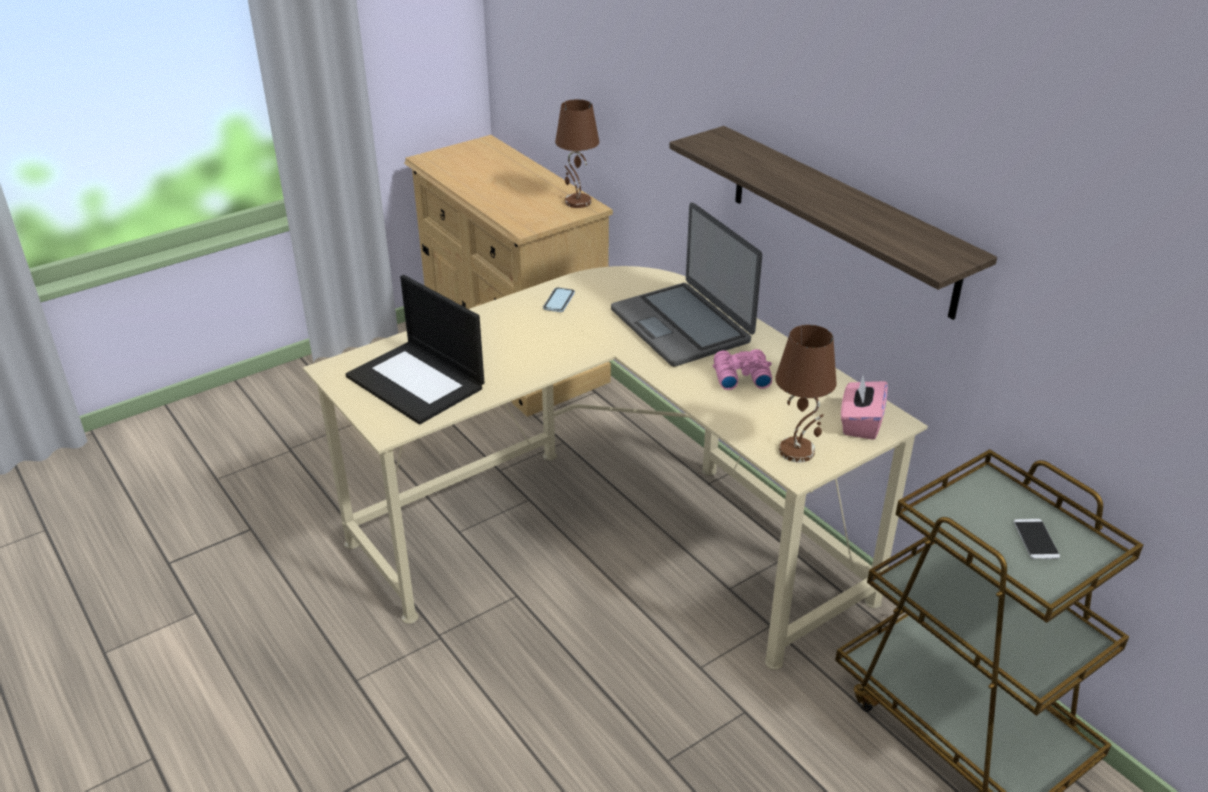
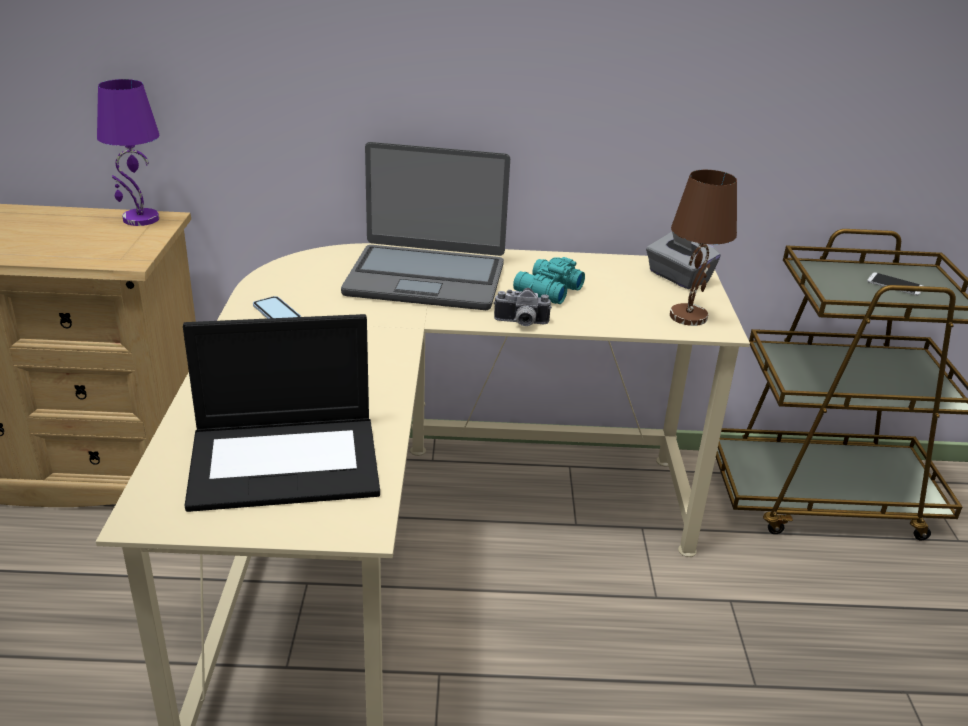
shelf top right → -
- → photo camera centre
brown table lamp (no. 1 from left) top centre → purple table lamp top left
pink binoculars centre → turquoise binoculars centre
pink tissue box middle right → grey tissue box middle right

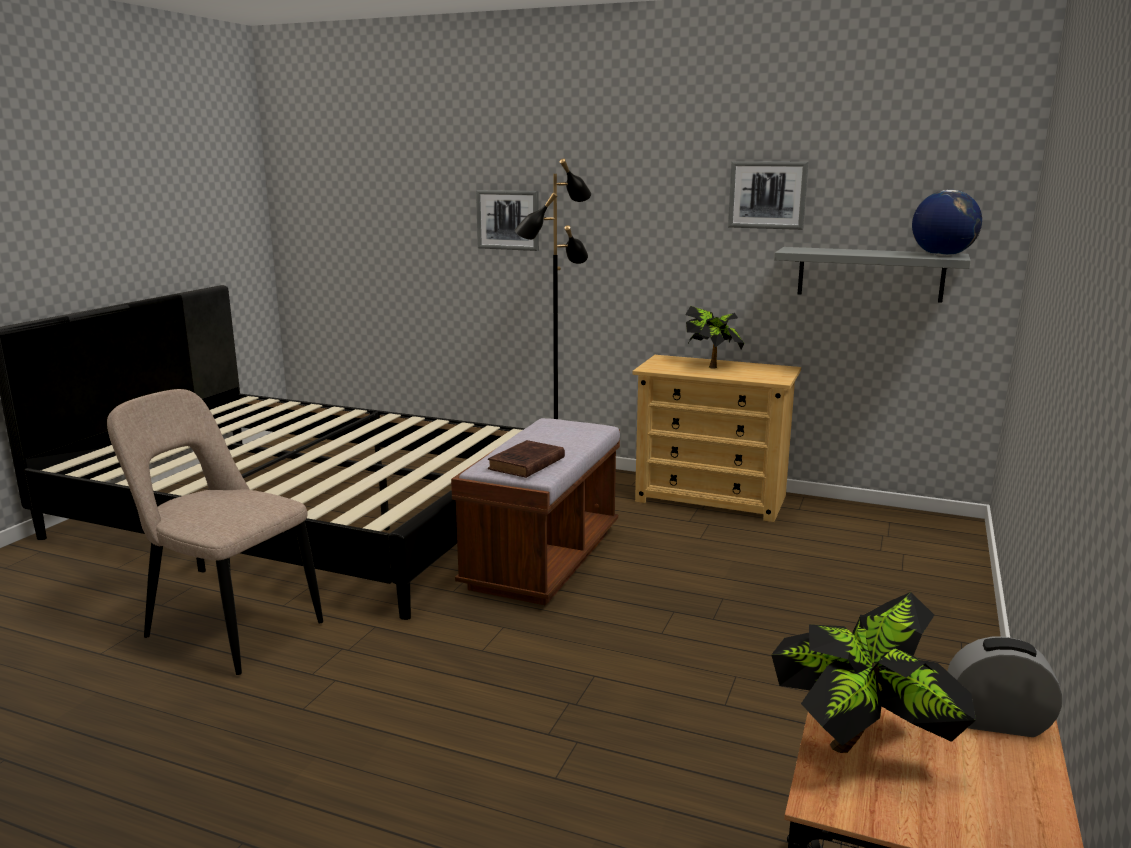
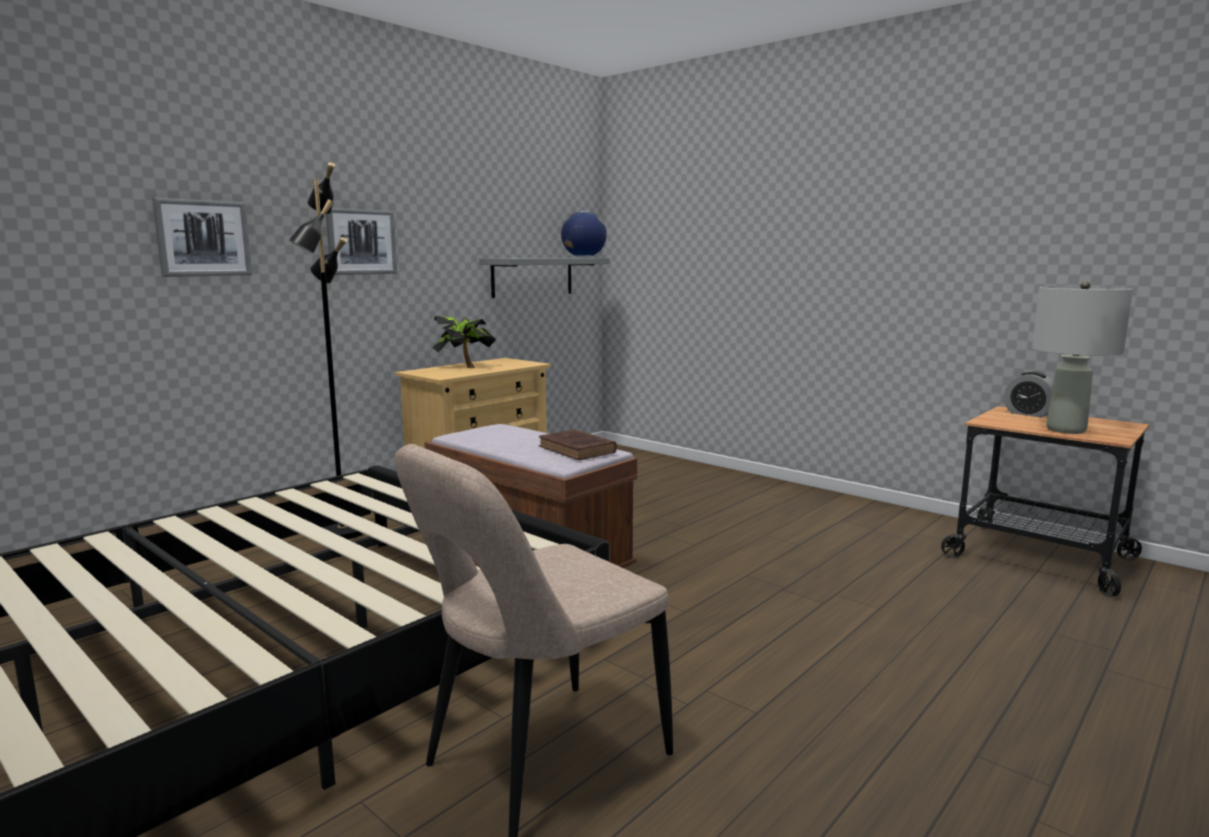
picture (no. 2 from left) top right → picture (no. 2 from left) top left, relocated
potted plant (no. 2 from left) bottom right → grey table lamp middle right
alarm clock bottom right → alarm clock middle right, 75 degrees counterclockwise

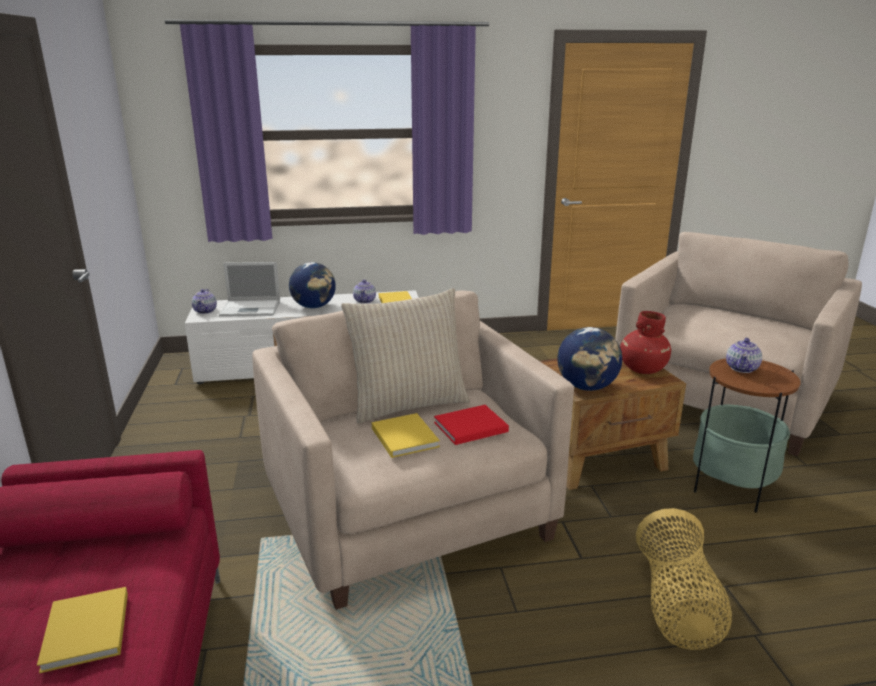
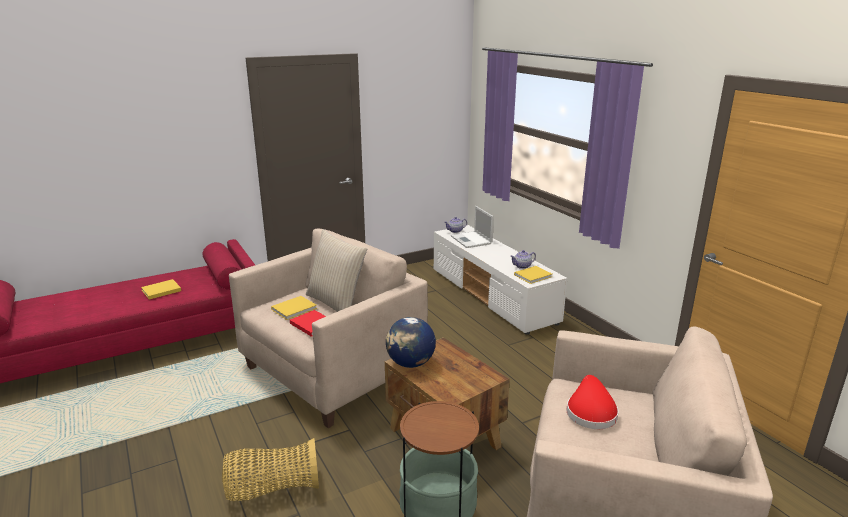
globe (no. 1 from left) centre → -
red vase middle right → -
teapot (no. 3 from left) middle right → -
- → red hat bottom right

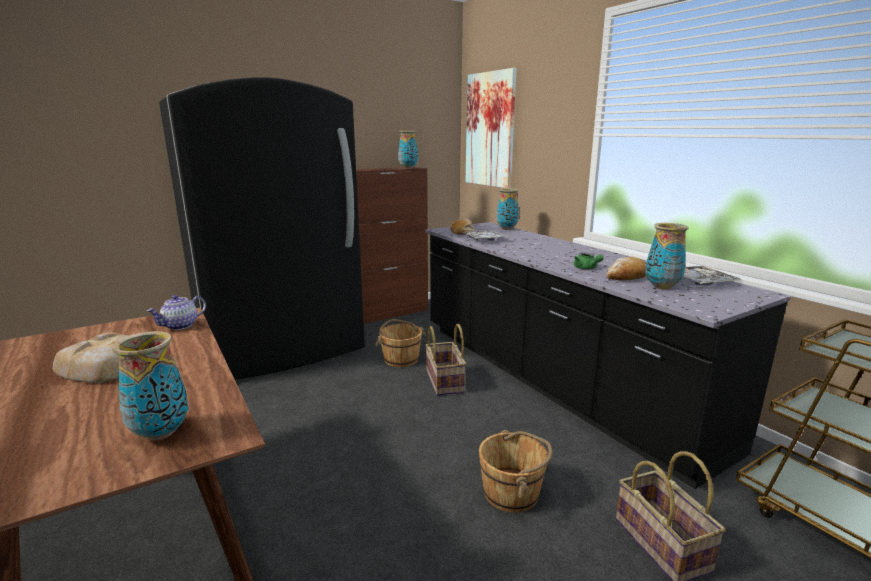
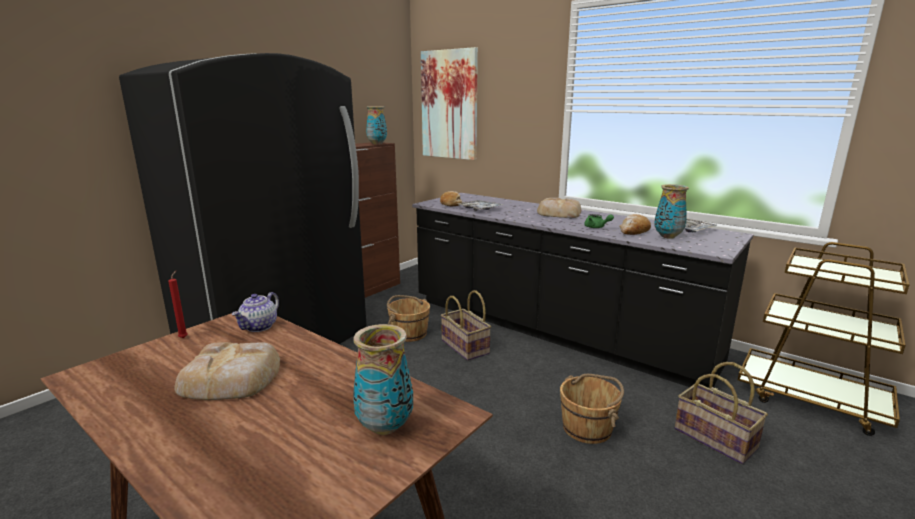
vase (no. 3 from left) centre → -
- → red candle middle left
- → bread (no. 3 from left) centre

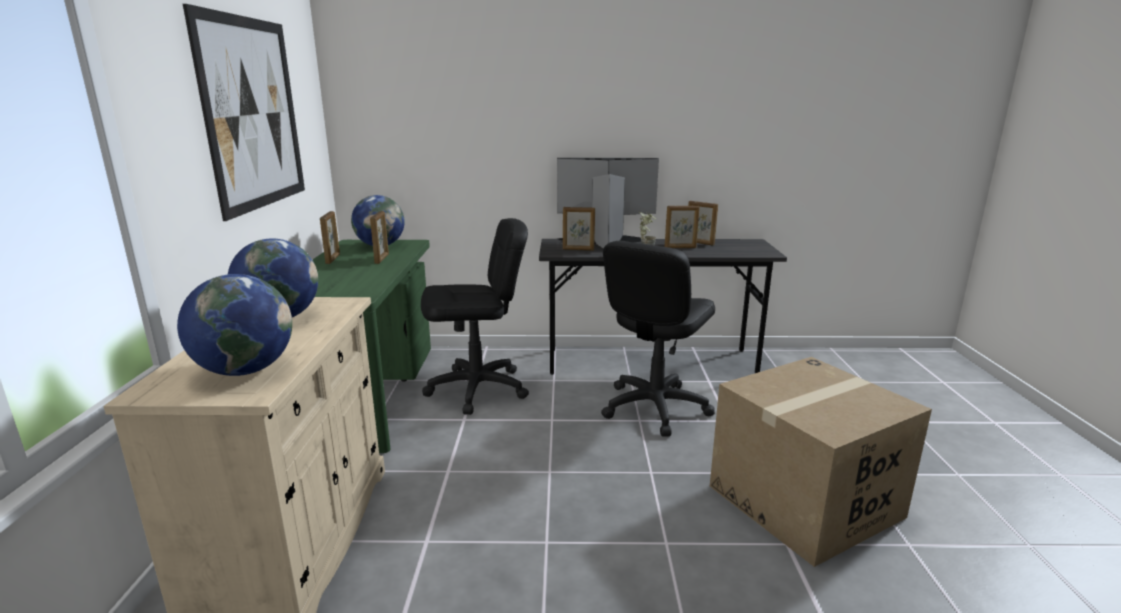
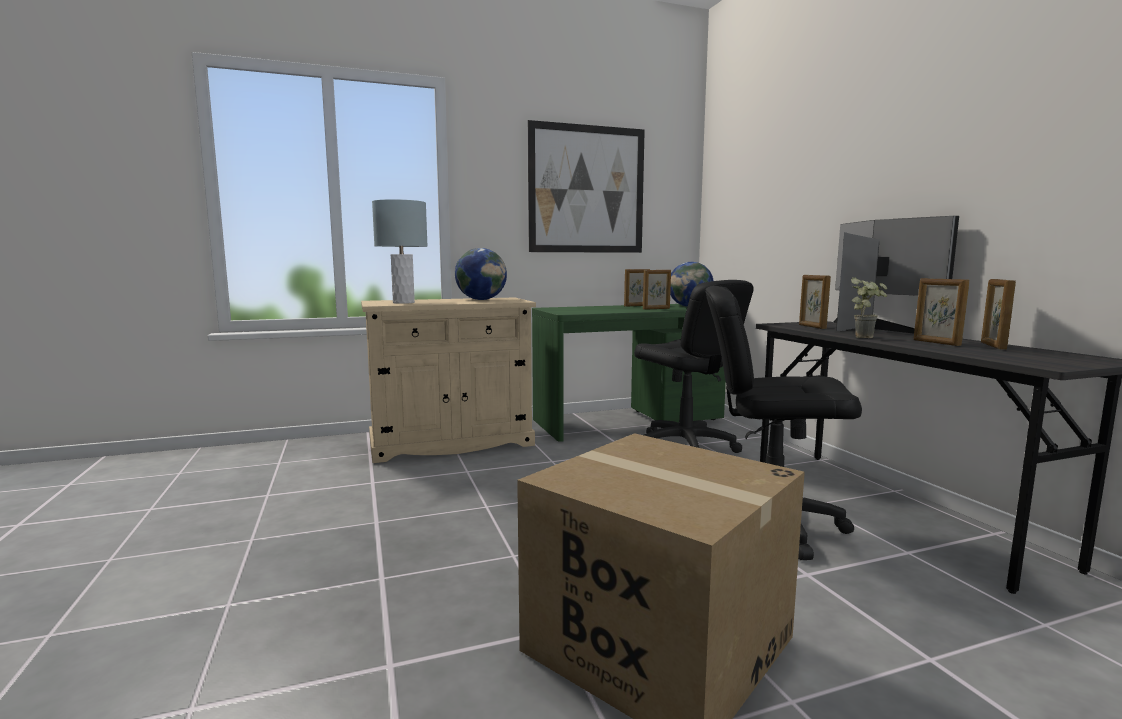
globe (no. 1 from left) middle left → grey table lamp centre

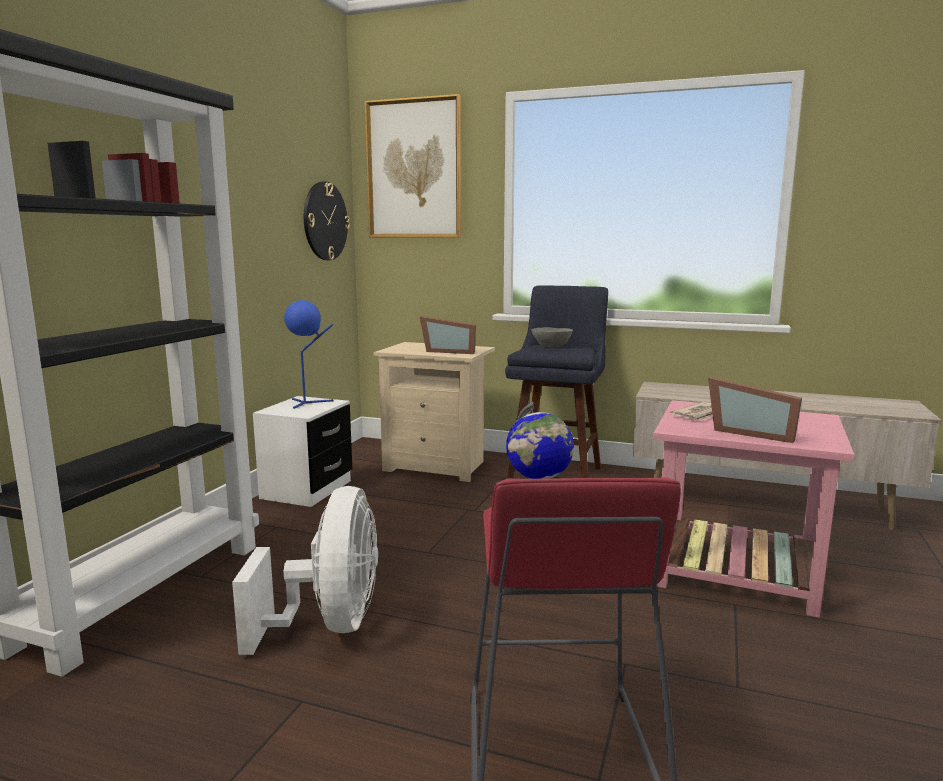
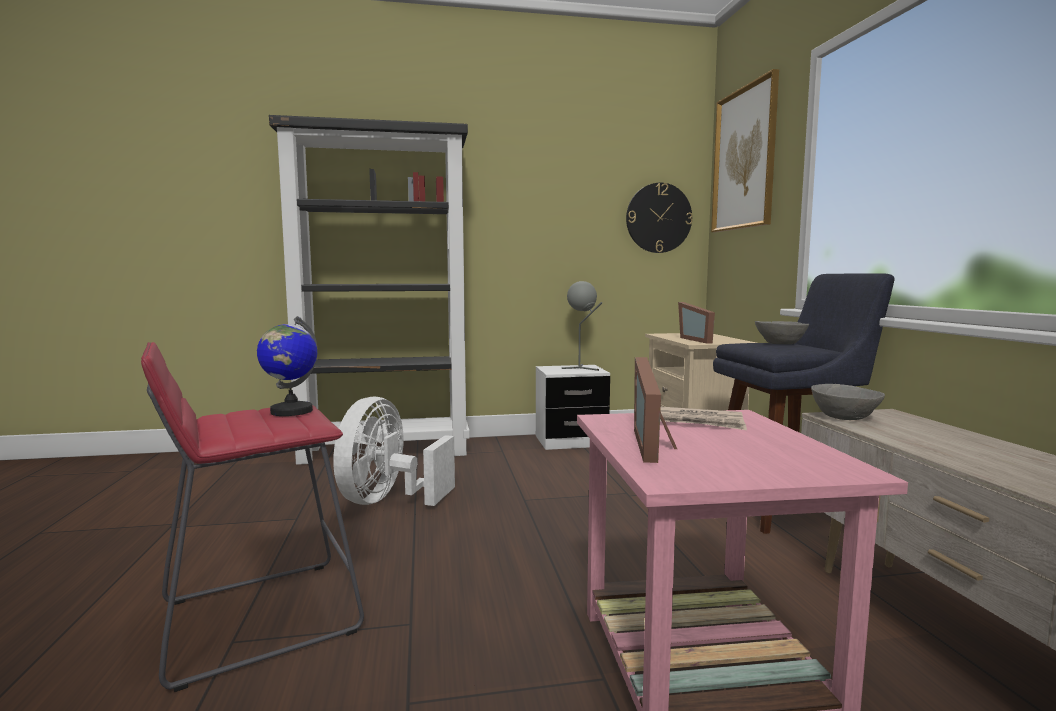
- → grey bowl (no. 2 from left) middle right
blue table lamp middle left → grey table lamp centre
white fan bottom left → white fan centre, 135 degrees clockwise

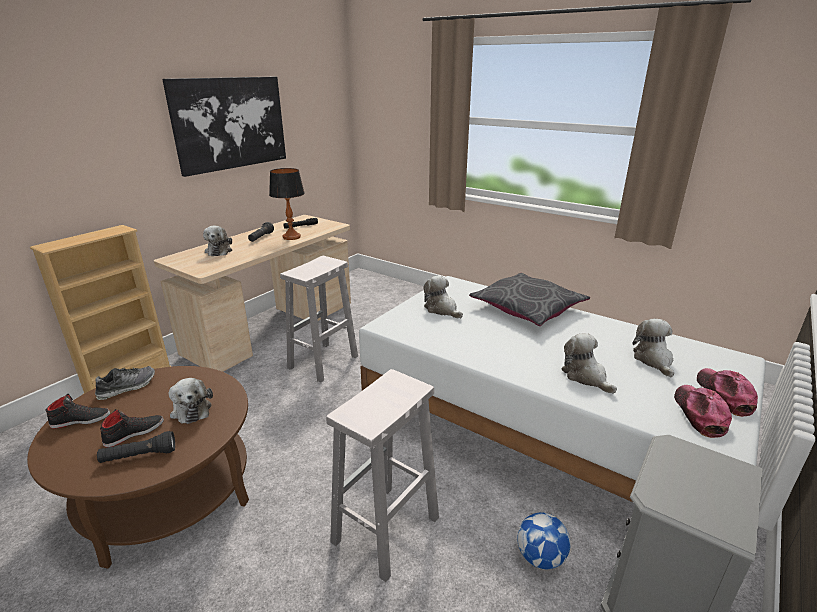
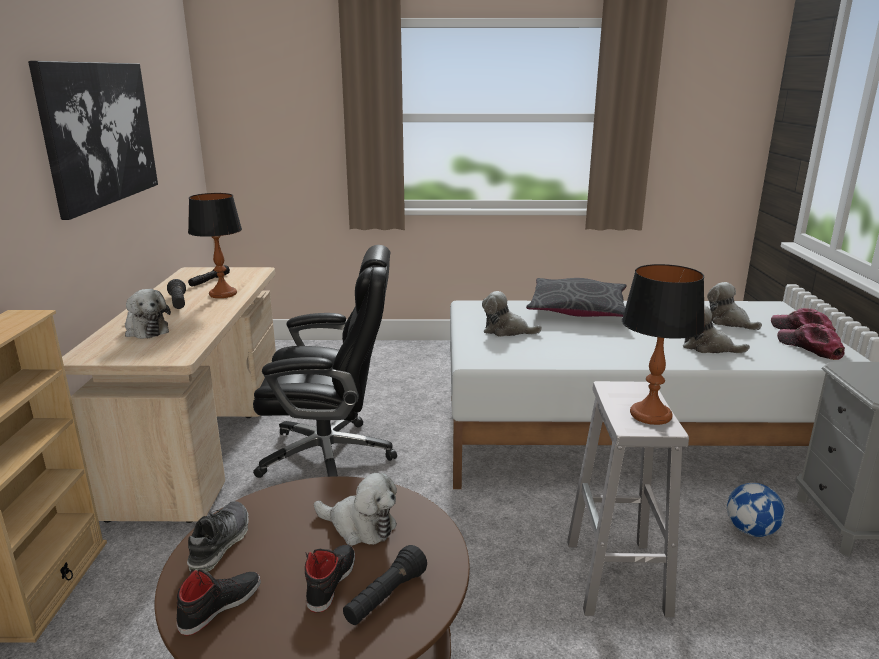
- → table lamp (no. 2 from left) middle right
white stool (no. 1 from left) centre → black office chair centre

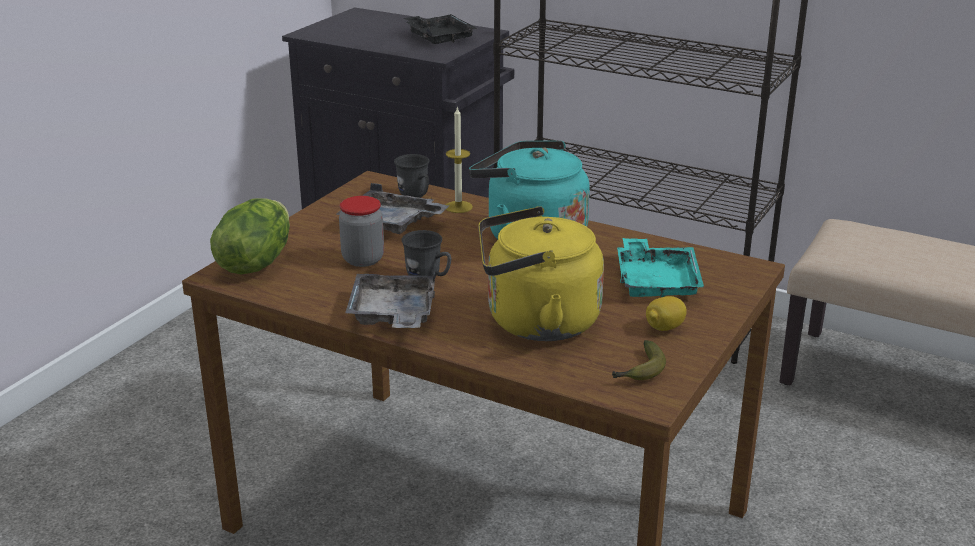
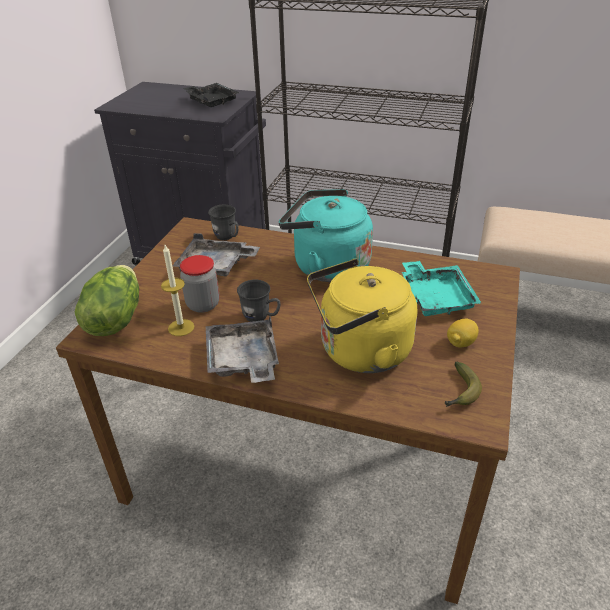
candle top centre → candle middle left, relocated

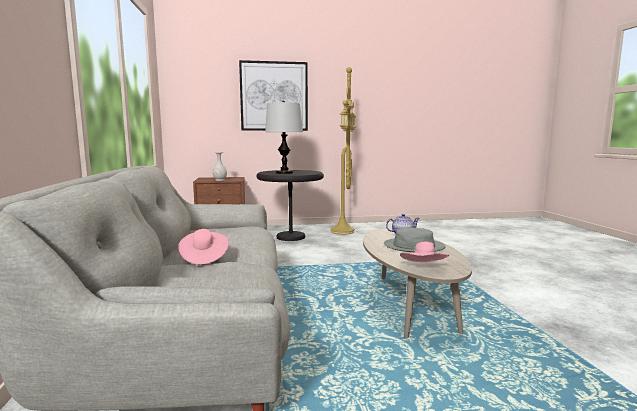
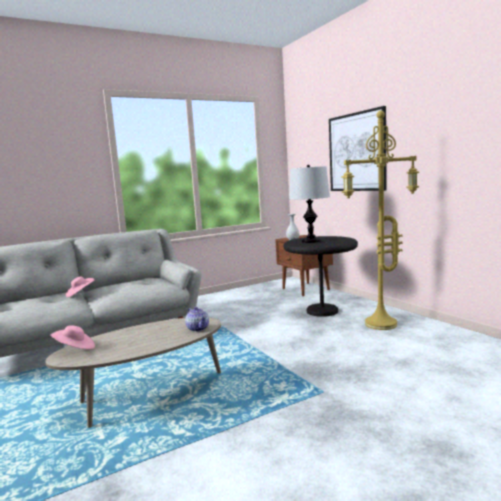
grey hat centre → -

